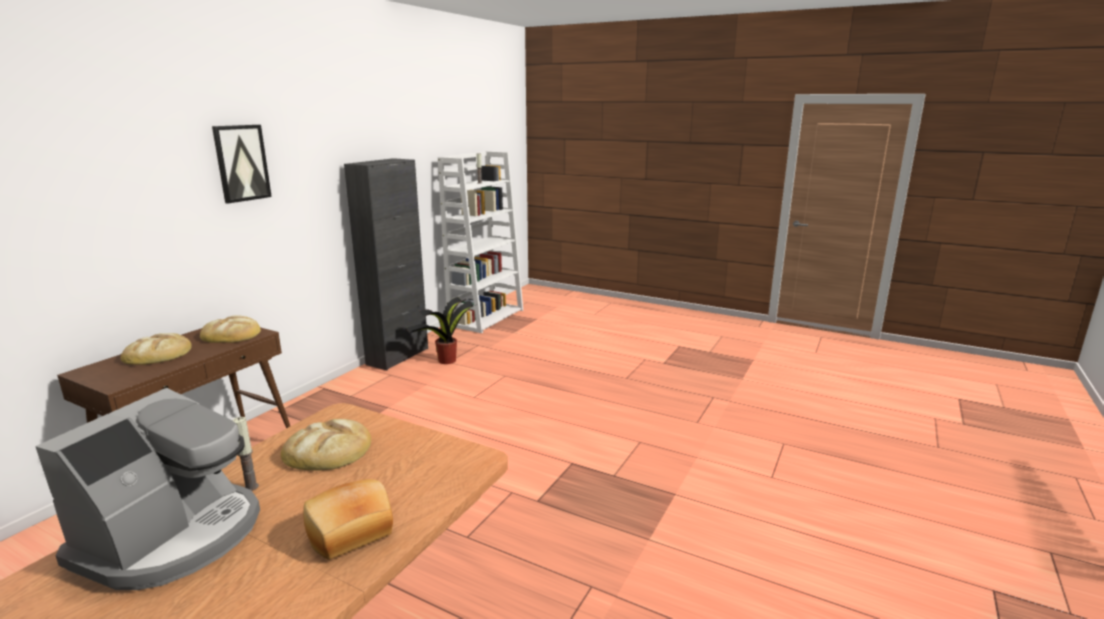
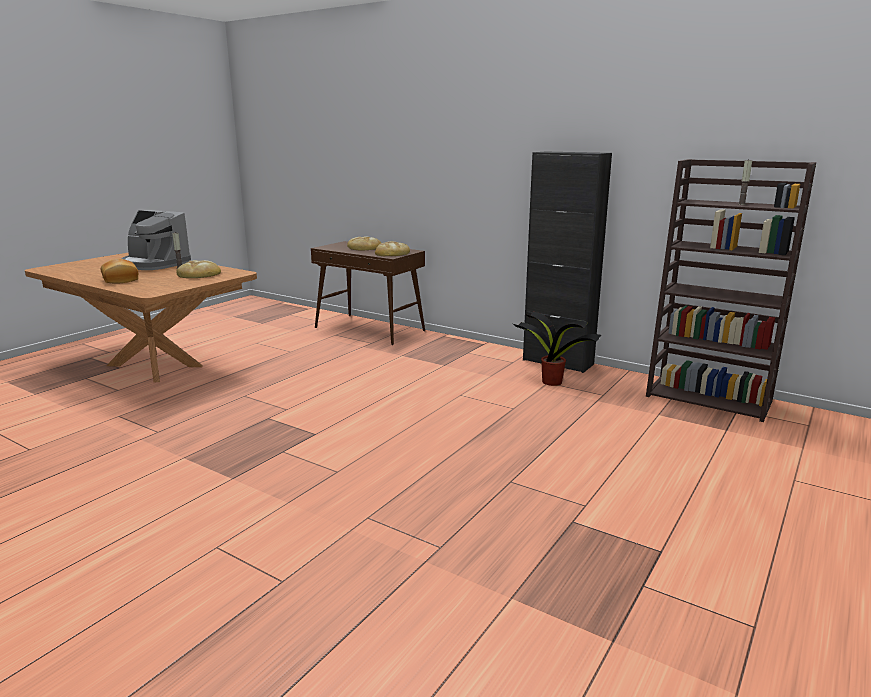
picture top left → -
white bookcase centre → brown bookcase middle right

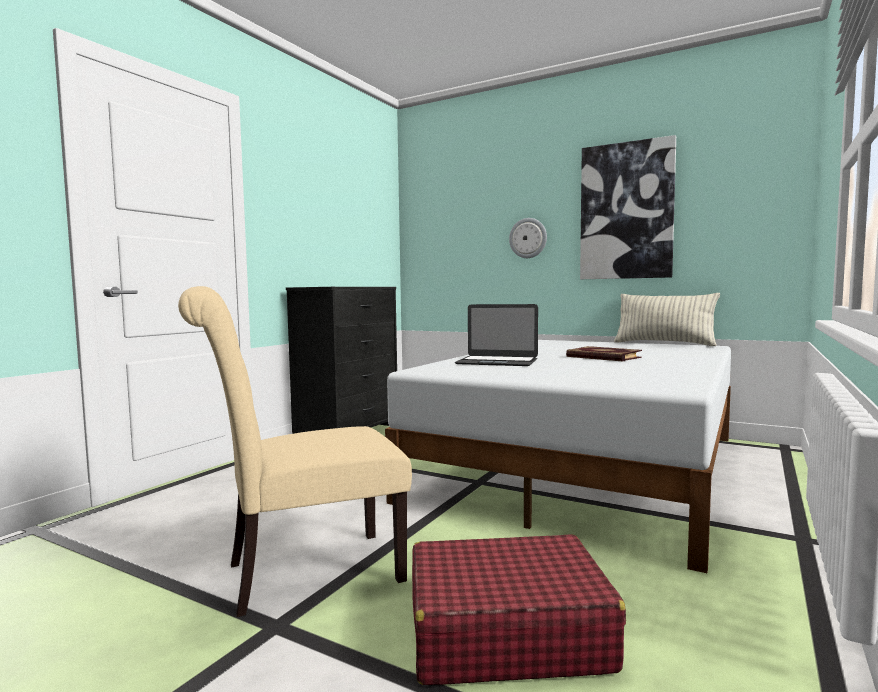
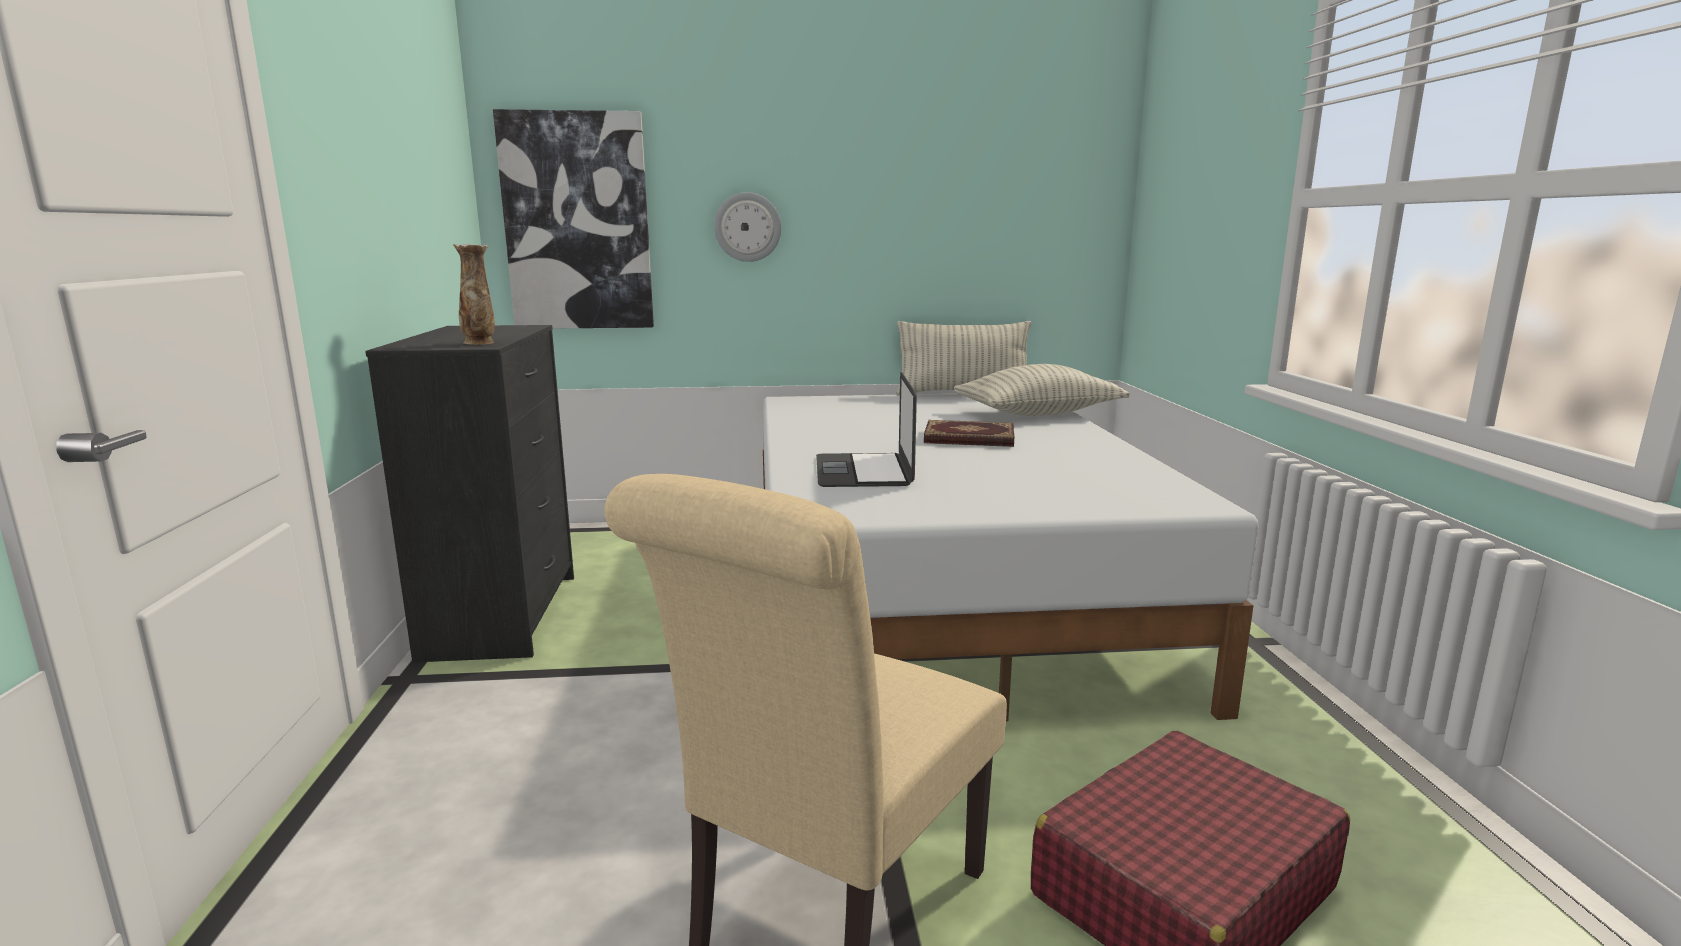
- → vase top left
- → pillow (no. 2 from left) centre
picture top right → picture top centre, relocated
laptop centre, 105 degrees clockwise

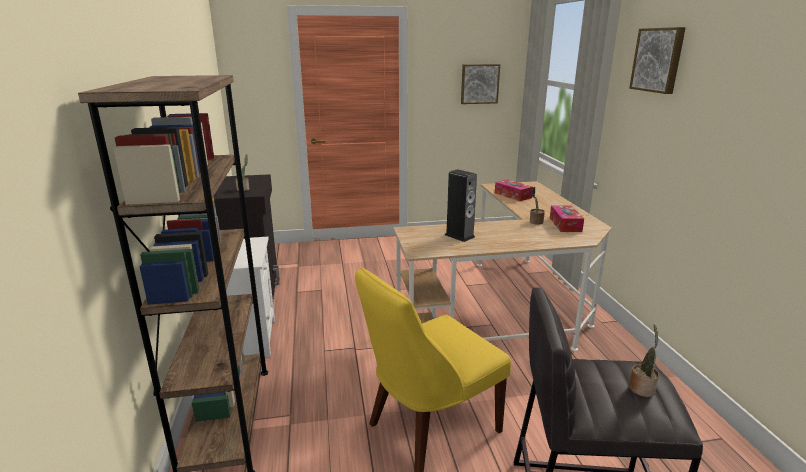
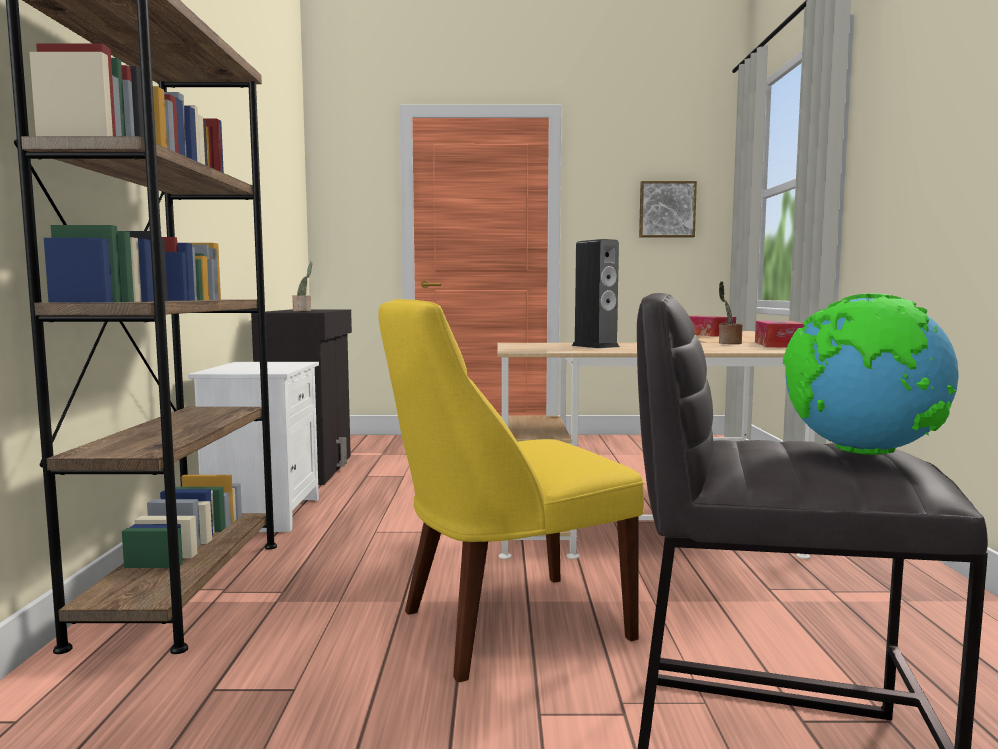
picture (no. 2 from left) top right → -
potted plant (no. 3 from left) bottom right → globe middle right

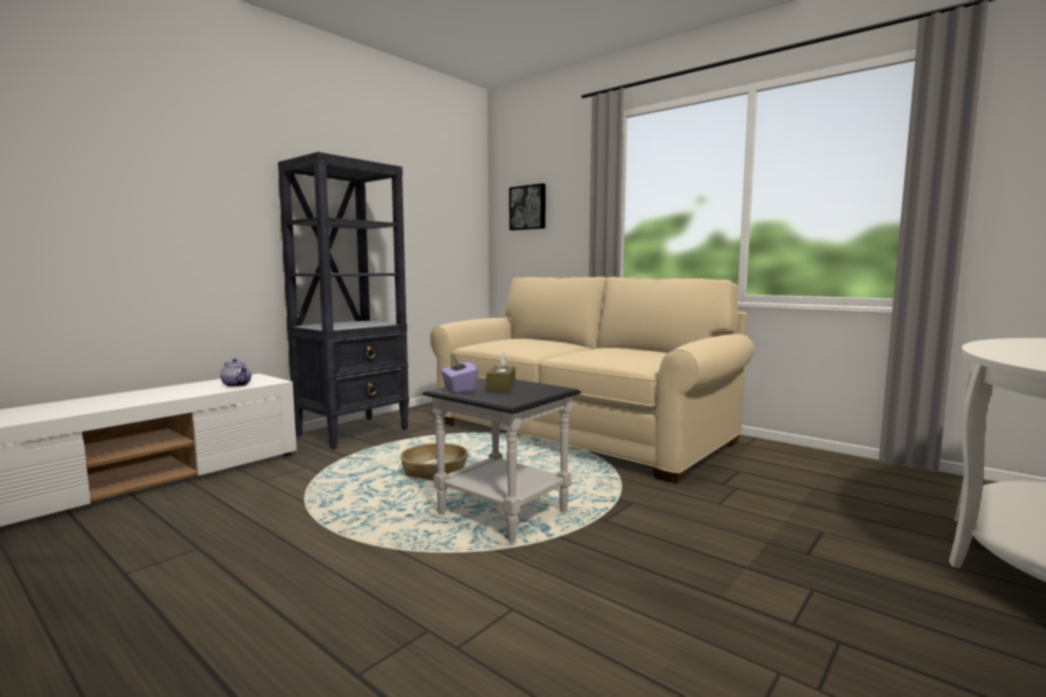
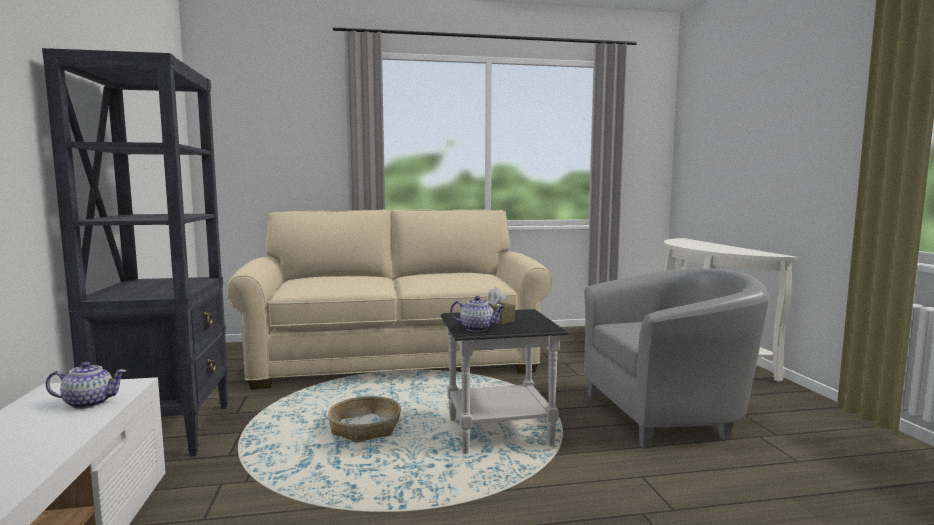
picture top centre → -
- → grey armchair bottom right
purple tissue box centre → teapot (no. 2 from left) centre

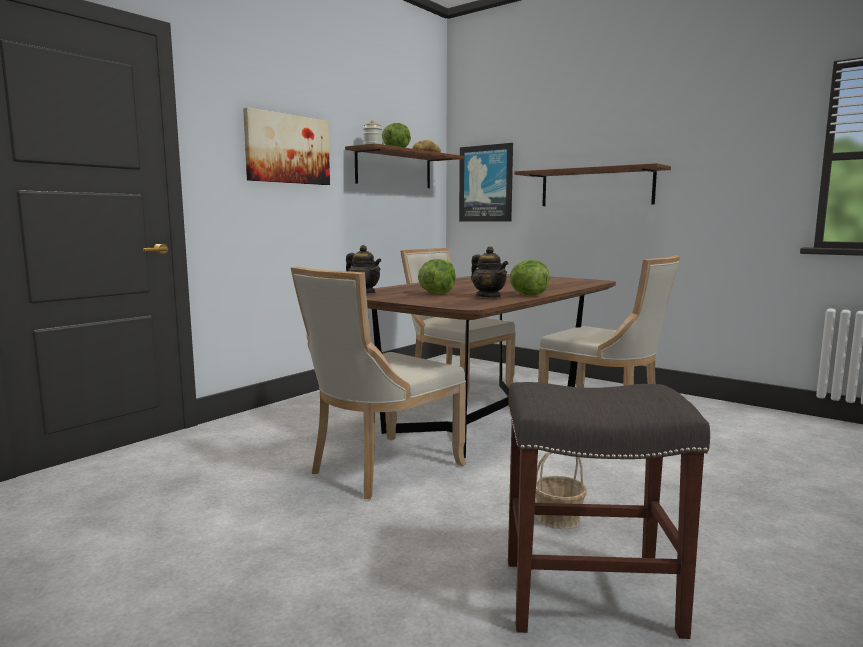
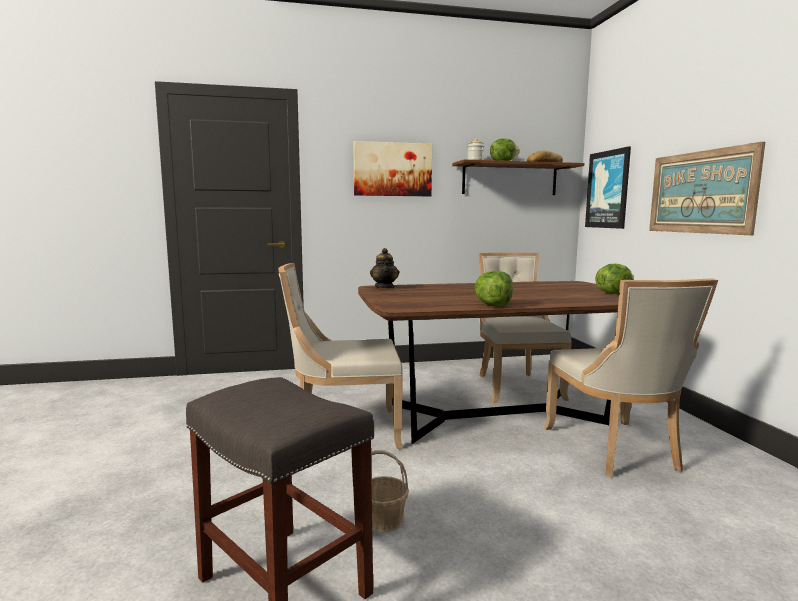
teapot (no. 2 from left) centre → -
lettuce (no. 2 from left in the first image) centre → lettuce (no. 3 from left) middle right, relocated
brown shelf (no. 2 from left) top right → picture (no. 3 from left) top right

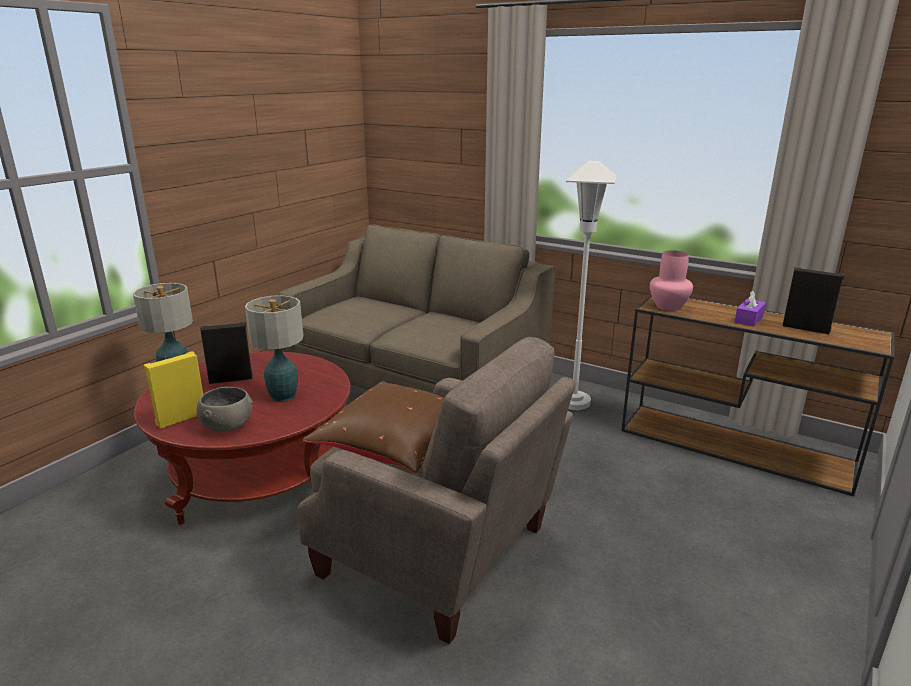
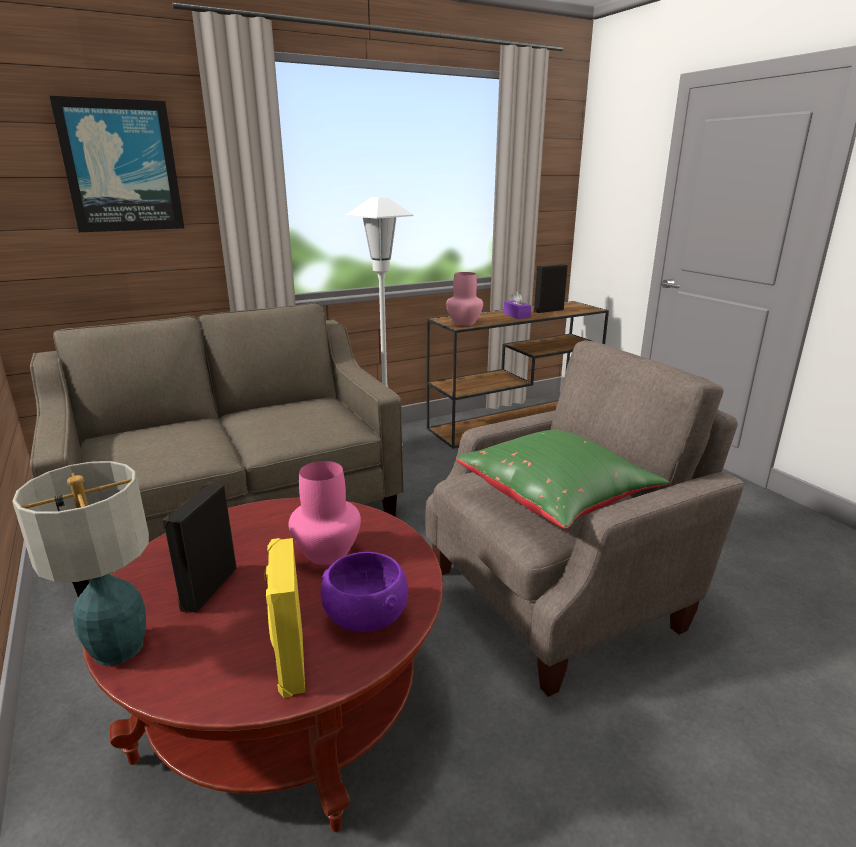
- → picture top left
table lamp (no. 2 from left) middle left → pink vase (no. 1 from left) centre
grey bowl middle left → purple bowl bottom centre
brown pillow centre → green pillow centre

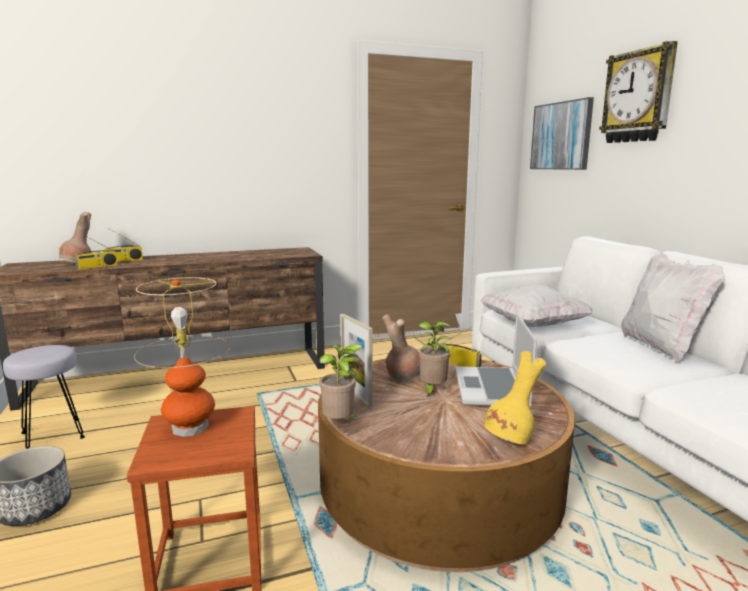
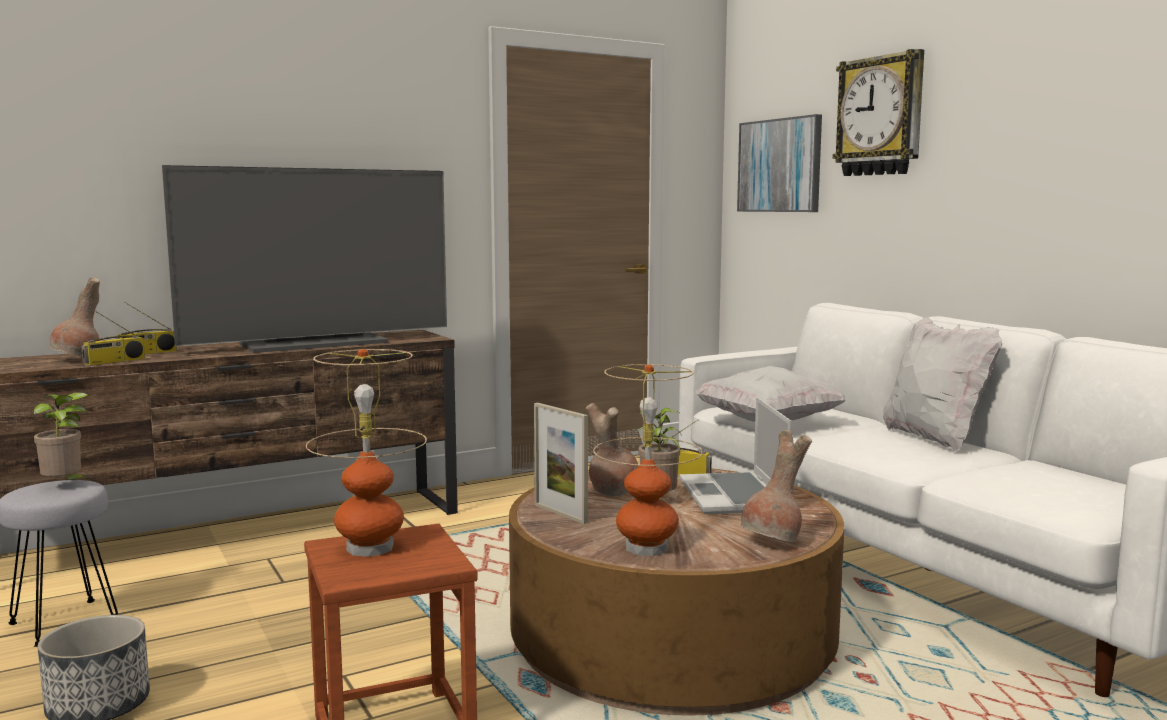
- → television middle left
- → table lamp (no. 2 from left) centre
potted plant (no. 1 from left) centre → potted plant (no. 1 from left) middle left, relocated
yellow vase bottom right → brown vase (no. 3 from left) bottom centre

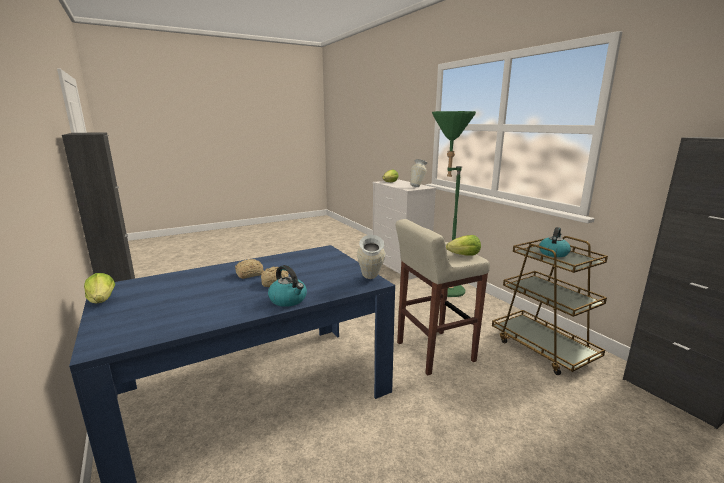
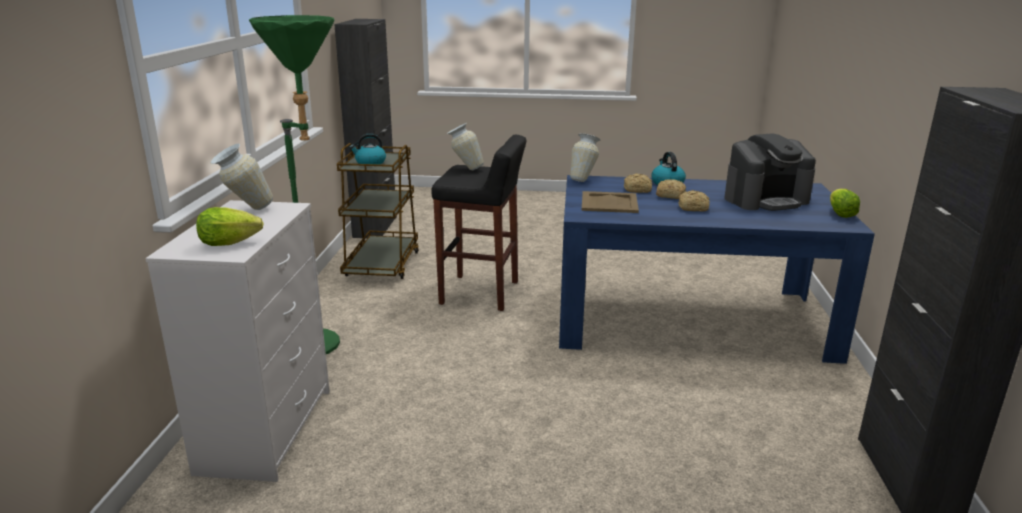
- → beige tray centre
- → bread (no. 1 from left) centre
- → coffee machine middle right
lettuce (no. 3 from left) centre → vase (no. 2 from left) top centre
beige stool centre → black stool centre

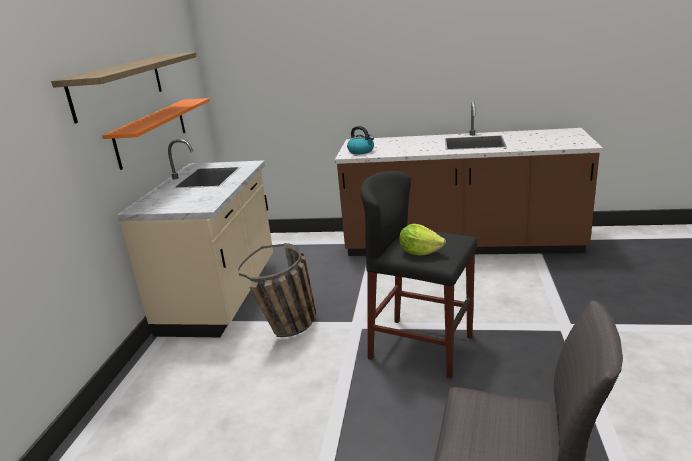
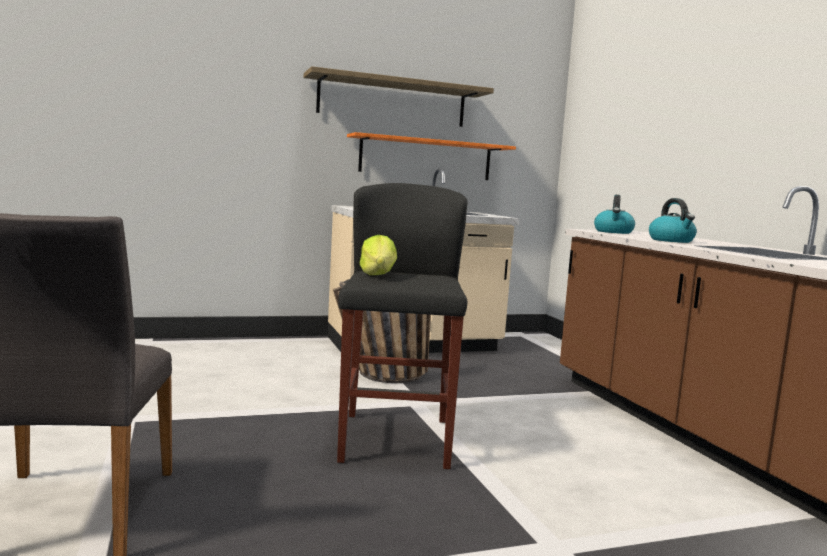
- → kettle (no. 2 from left) middle right

